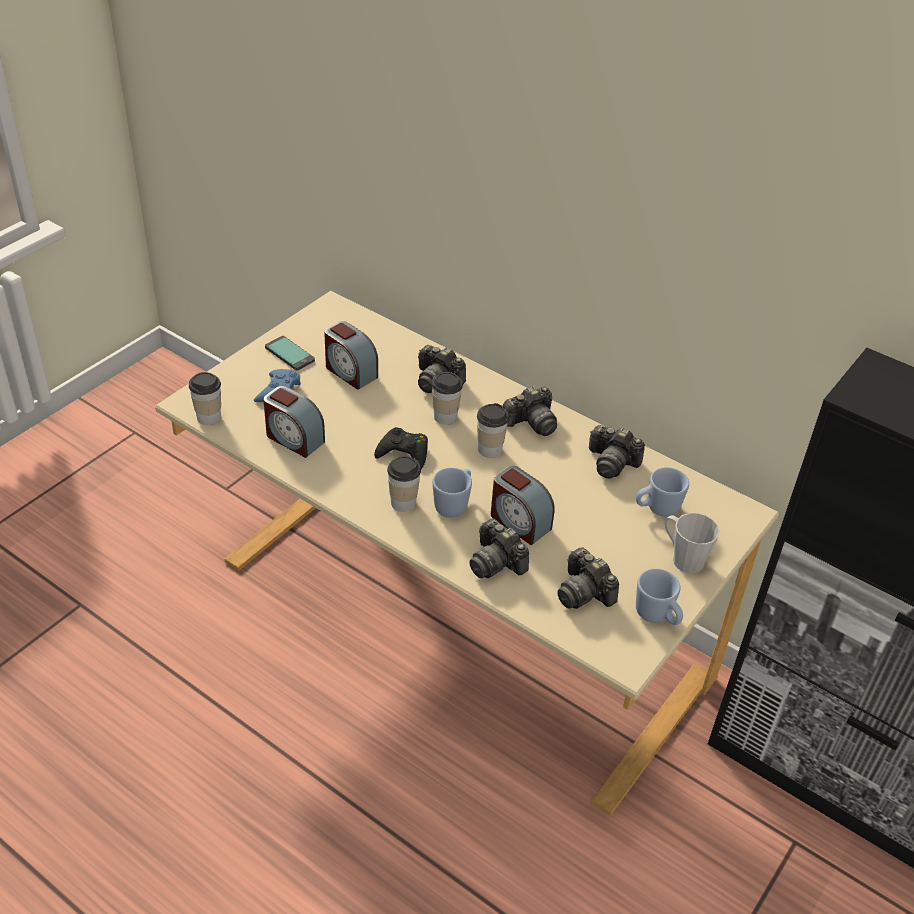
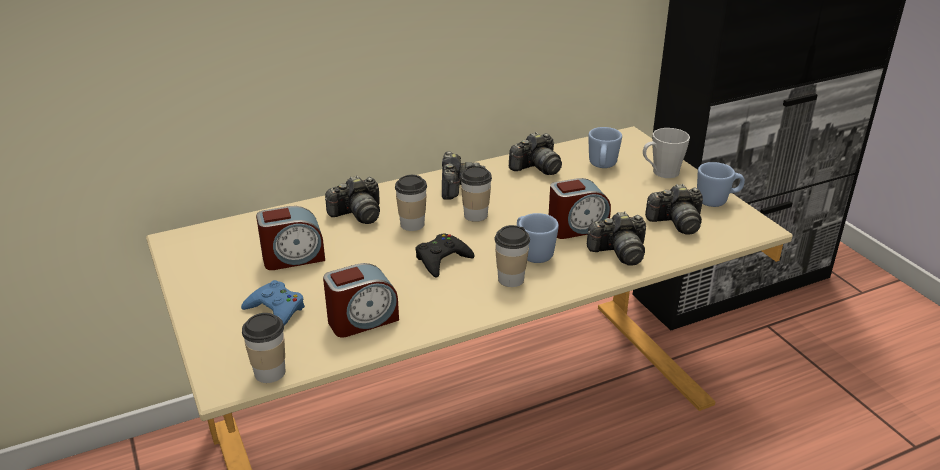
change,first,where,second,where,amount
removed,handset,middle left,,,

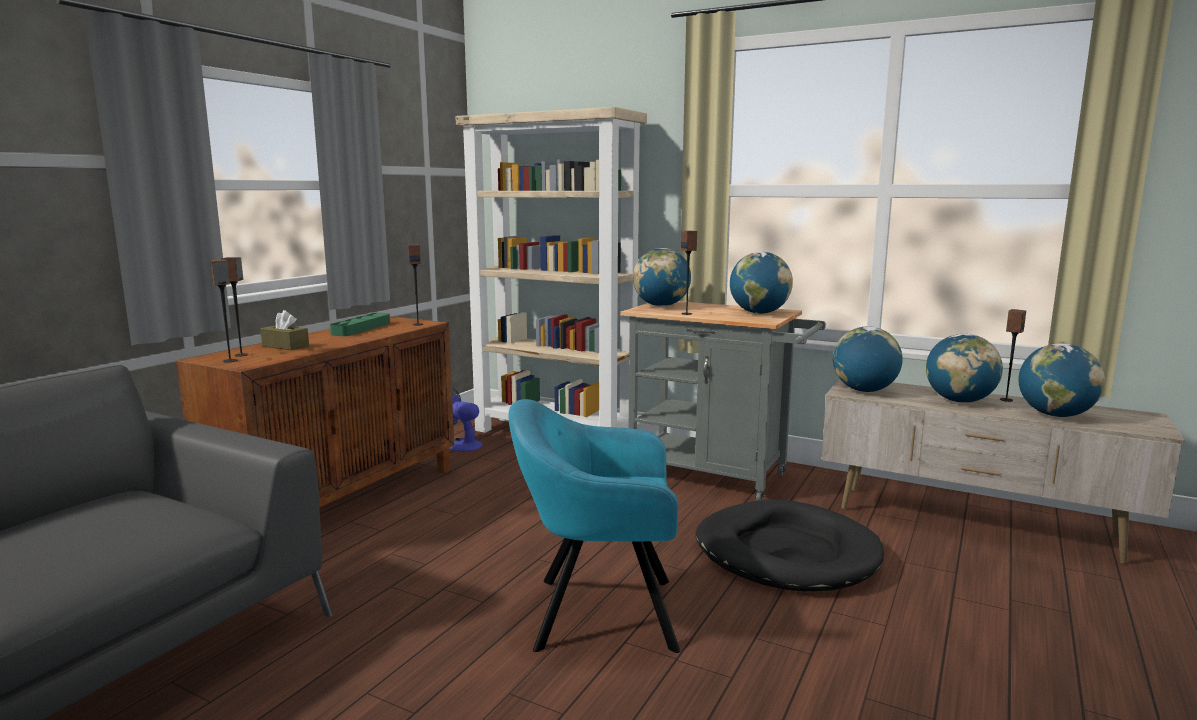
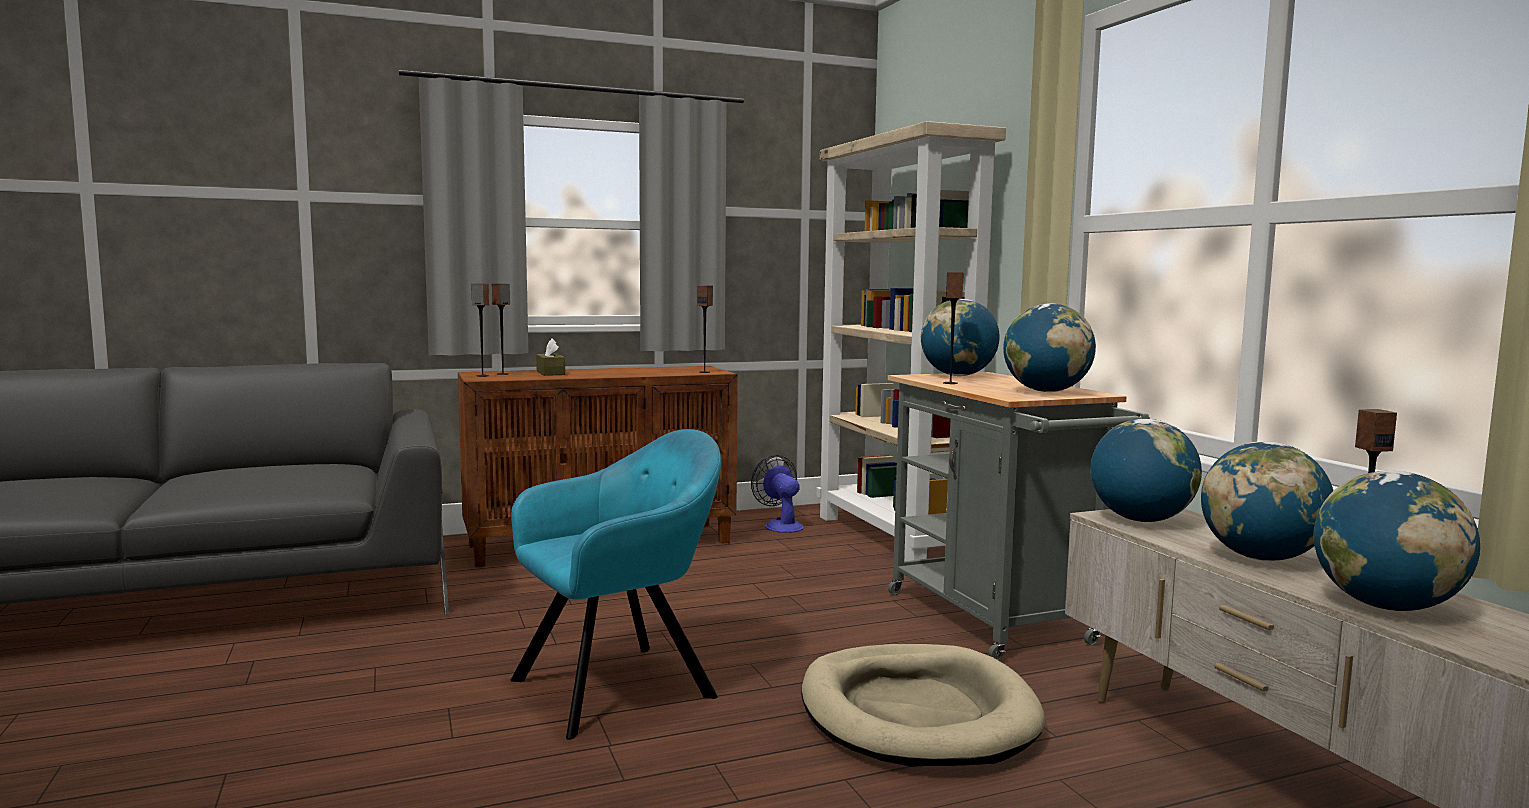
change,first,where,second,where,amount
turned,armchair (turquoise-coloured),bottom centre,,bottom centre,105 degrees clockwise
recoloured,dog bed (black),bottom centre,dog bed (beige-coloured),bottom centre,
removed,serving tray (green-coloured),middle left,,,

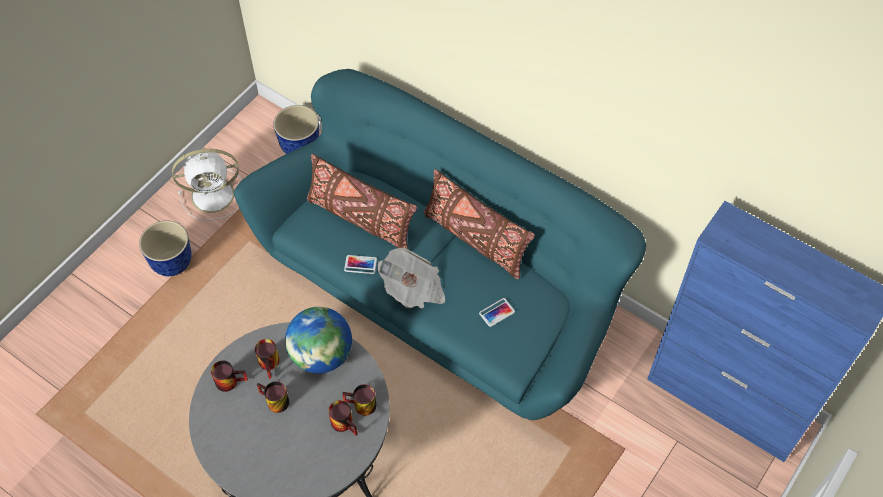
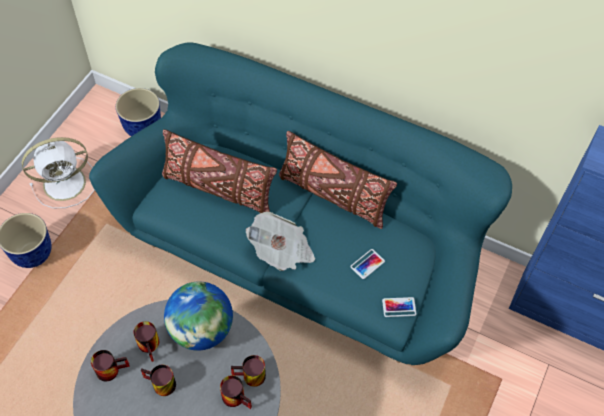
change,first,where,second,where,amount
moved,handset (1st from left in the first image),centre,handset (2nd from left),bottom centre,

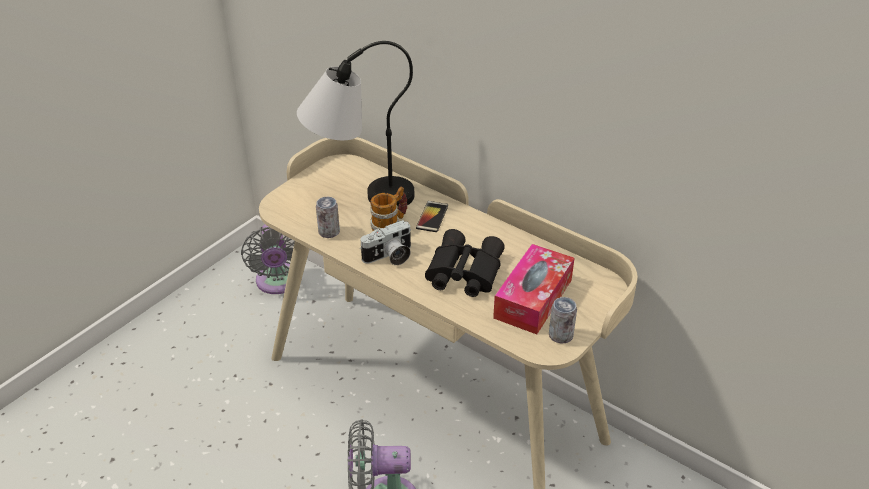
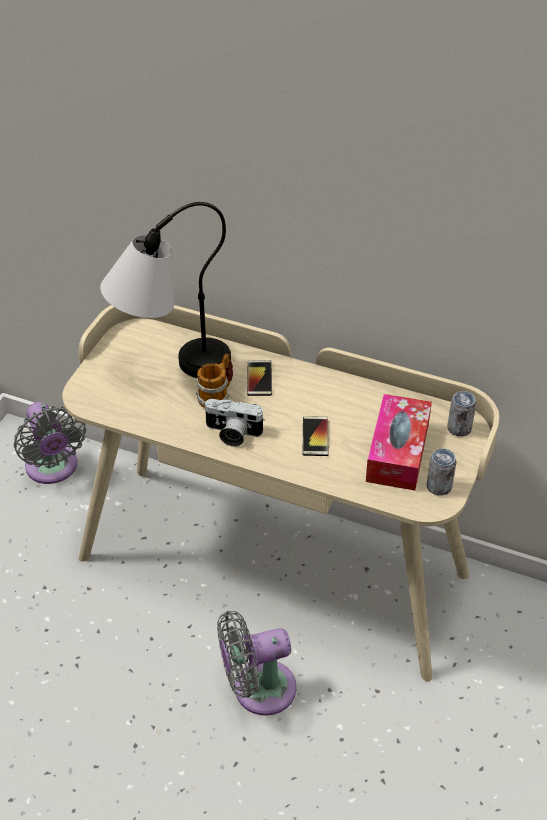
change,first,where,second,where,amount
turned,photo camera,centre,,centre,60 degrees clockwise
replaced,field glasses (black),centre,handset (2nd from left),centre,
moved,sealed can (1st from left in the first image),centre,sealed can (2nd from left),middle right,

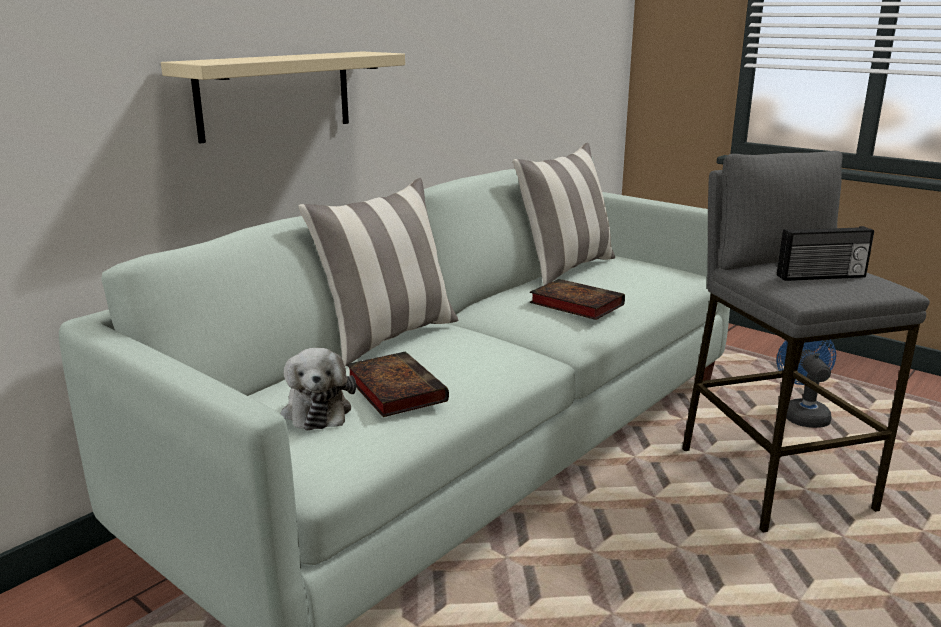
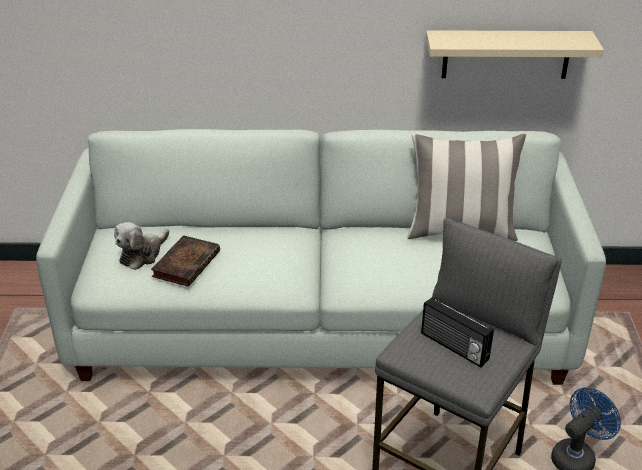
change,first,where,second,where,amount
moved,bracket shelf (beige-coloured),top left,,top right,
removed,cushion (1st from left),centre,,,
removed,bound book (2nd from left),centre,,,

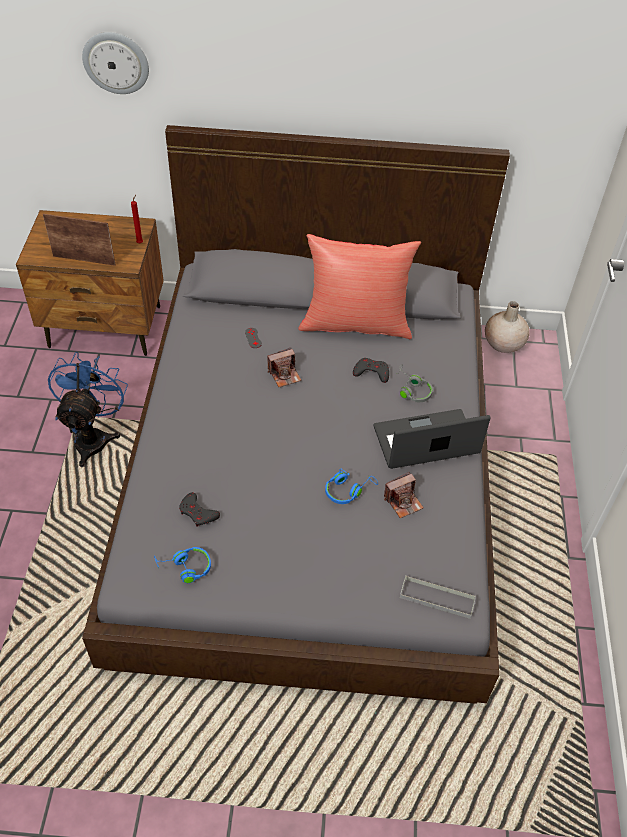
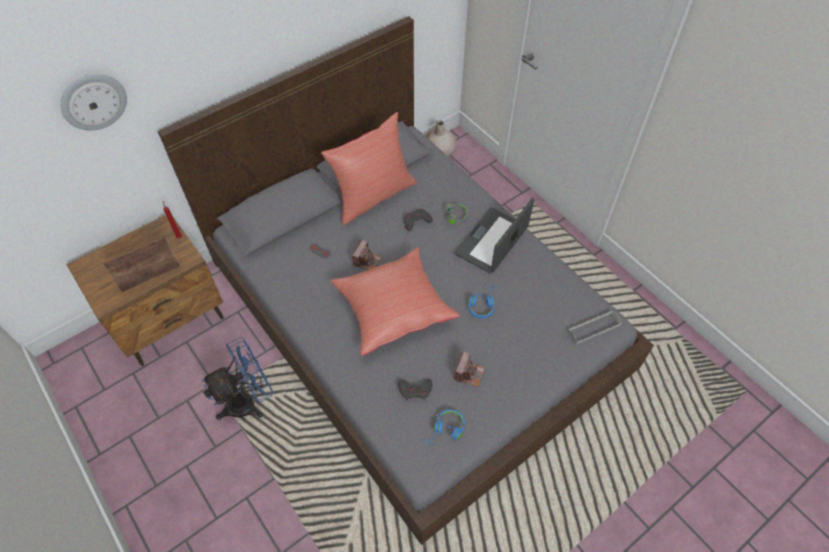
change,first,where,second,where,amount
turned,cooling fan (bluish),middle left,,bottom left,90 degrees clockwise
added,,,cushion (red-coloured) (2nd from left),centre,
moved,photo camera (2nd from left),centre,,bottom centre,

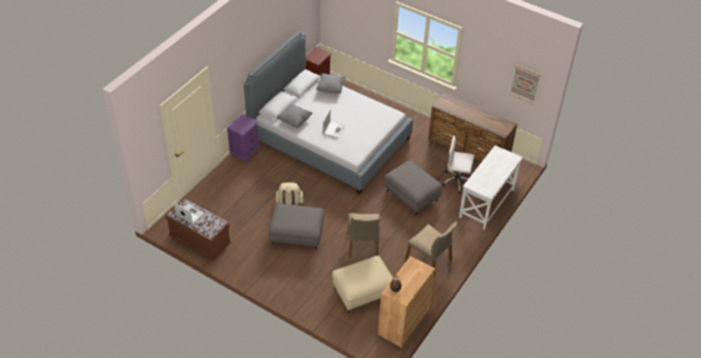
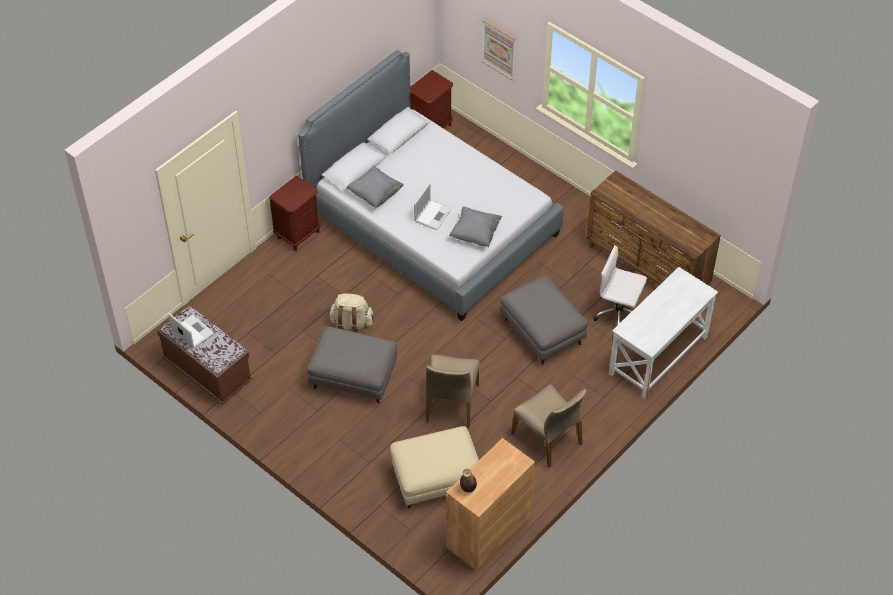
change,first,where,second,where,amount
recoloured,night table (purple-coloured),centre,night table (brown) (1st from left),middle left,
moved,cushion (greyish) (2nd from left),top centre,,centre,
moved,wall picture,top right,,top centre,

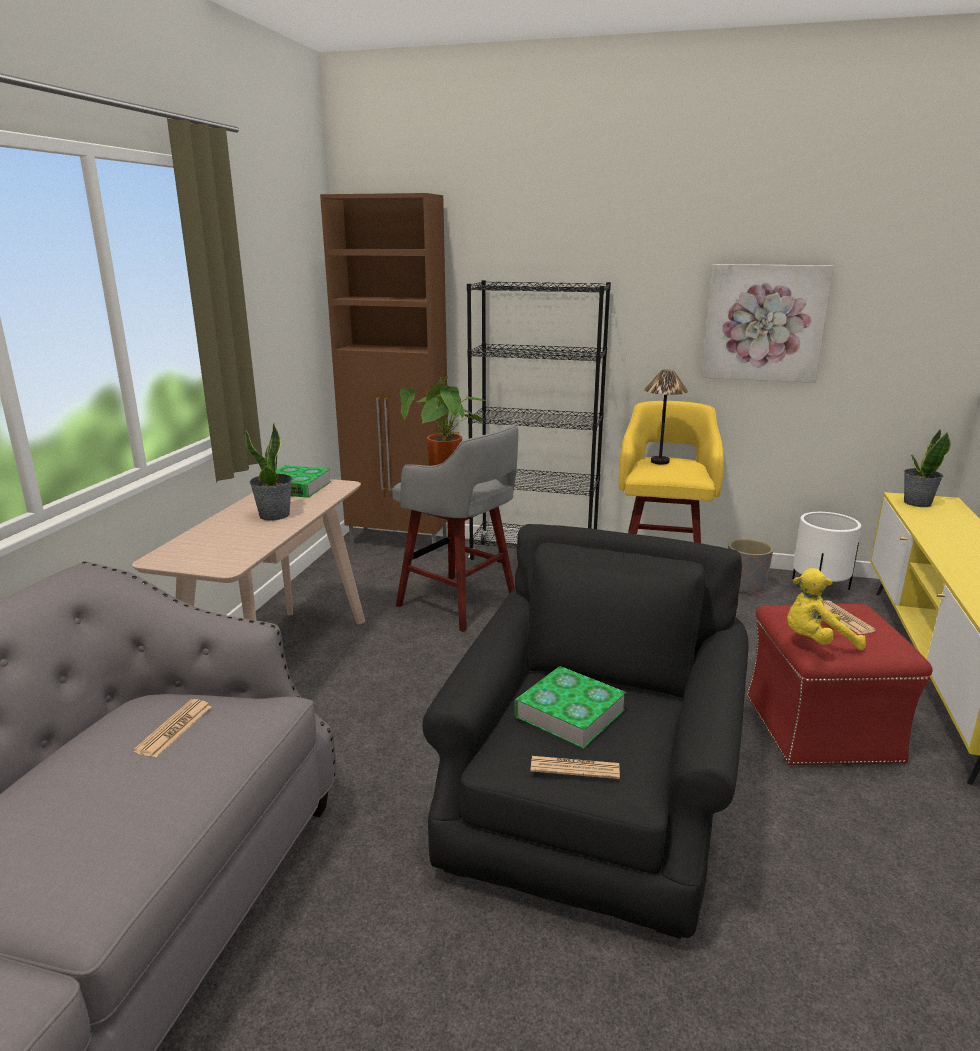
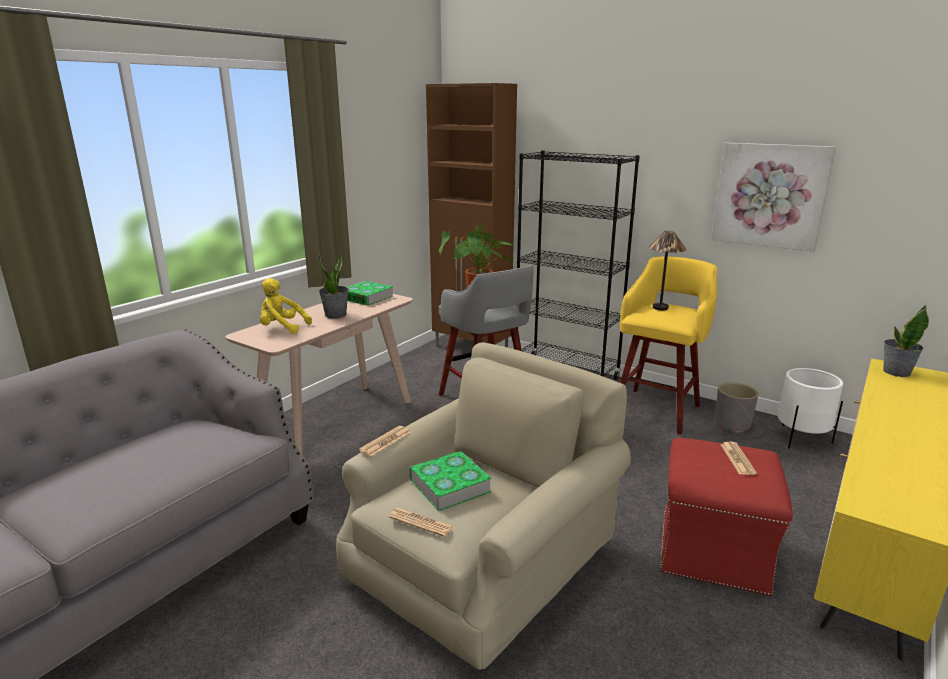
change,first,where,second,where,amount
moved,cuddly toy (yellowish),middle right,,middle left,
recoloured,armchair (black),bottom centre,armchair (beige-coloured),bottom centre,
moved,printed paper (1st from left),bottom left,,centre,

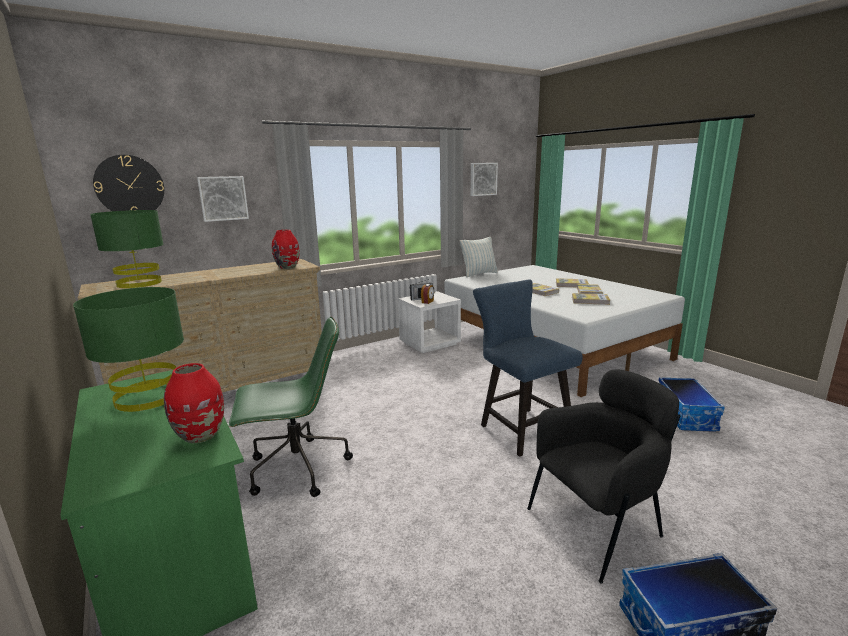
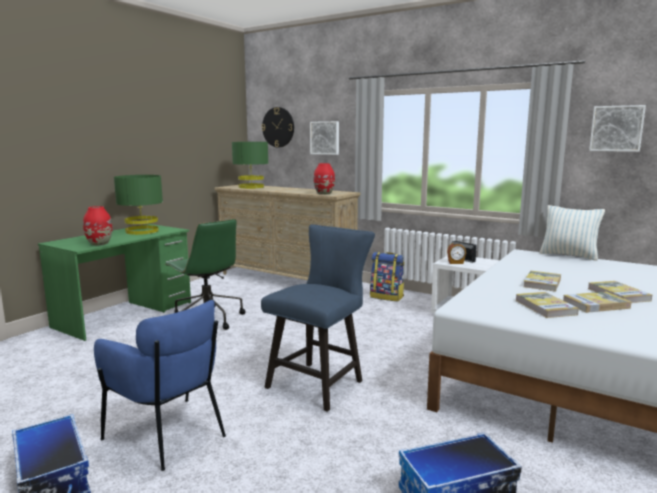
change,first,where,second,where,amount
recoloured,armchair (black),bottom right,armchair (bluish),bottom left,
added,,,rucksack,centre,

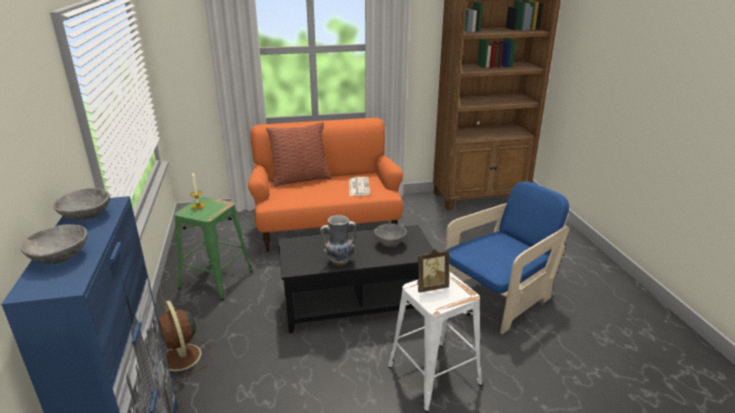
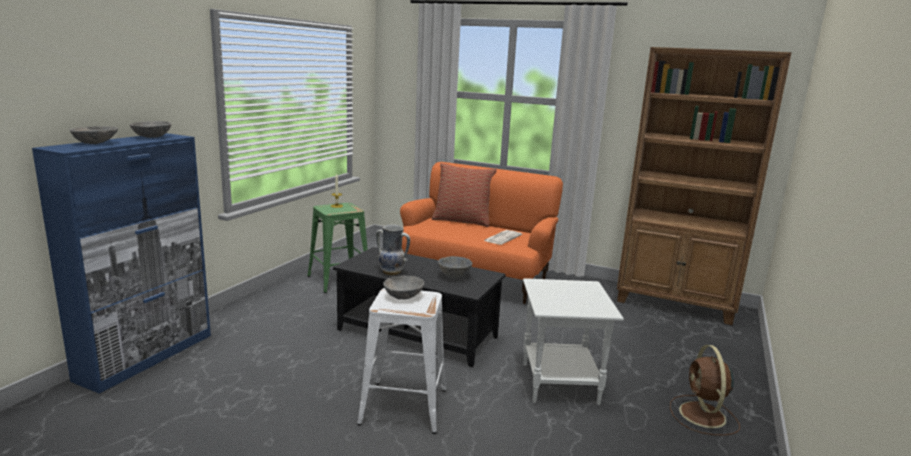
change,first,where,second,where,amount
replaced,photo frame,centre,serving bowl (greyish) (3rd from left),centre,
replaced,armchair (bluish),middle right,side table (white),bottom centre,
moved,cooling fan (brown),bottom left,,bottom right,

